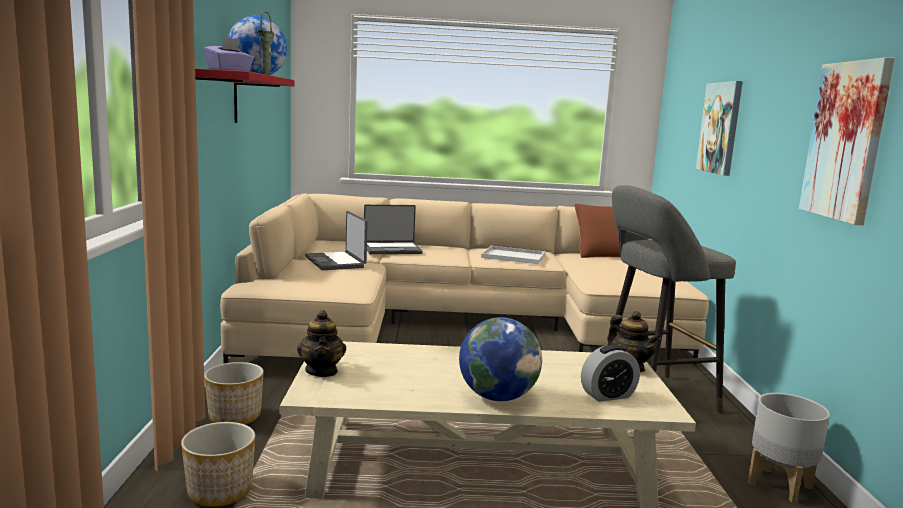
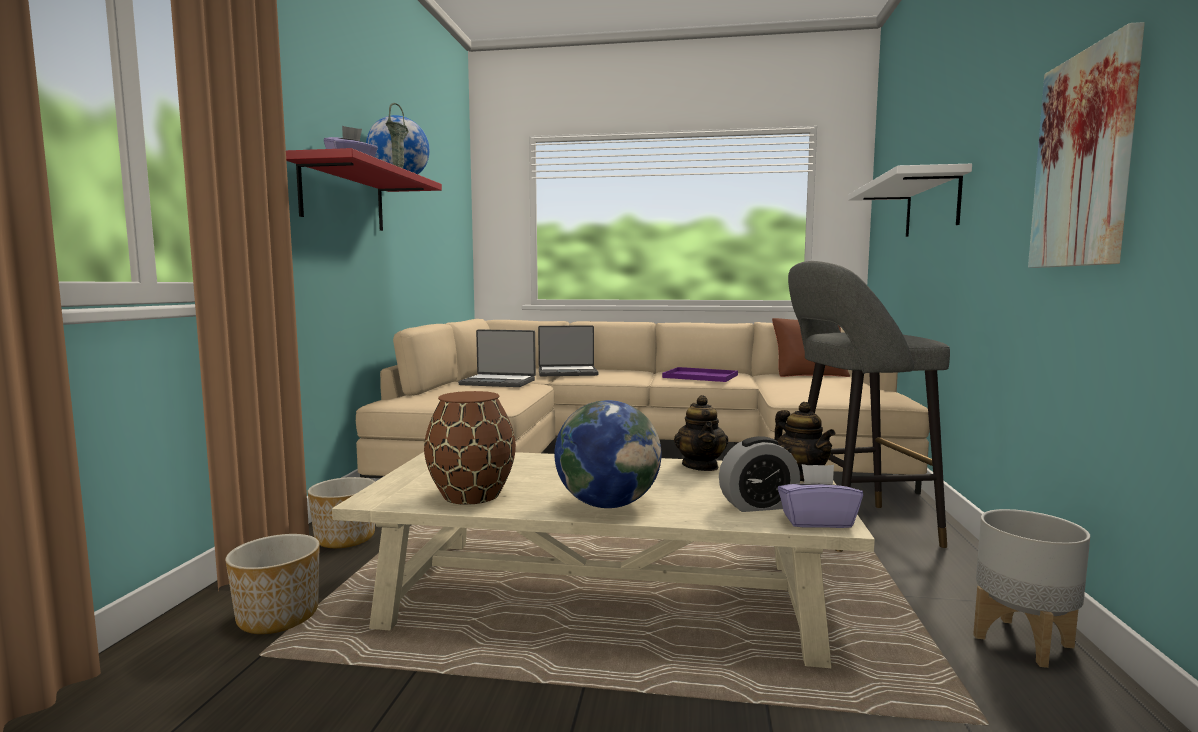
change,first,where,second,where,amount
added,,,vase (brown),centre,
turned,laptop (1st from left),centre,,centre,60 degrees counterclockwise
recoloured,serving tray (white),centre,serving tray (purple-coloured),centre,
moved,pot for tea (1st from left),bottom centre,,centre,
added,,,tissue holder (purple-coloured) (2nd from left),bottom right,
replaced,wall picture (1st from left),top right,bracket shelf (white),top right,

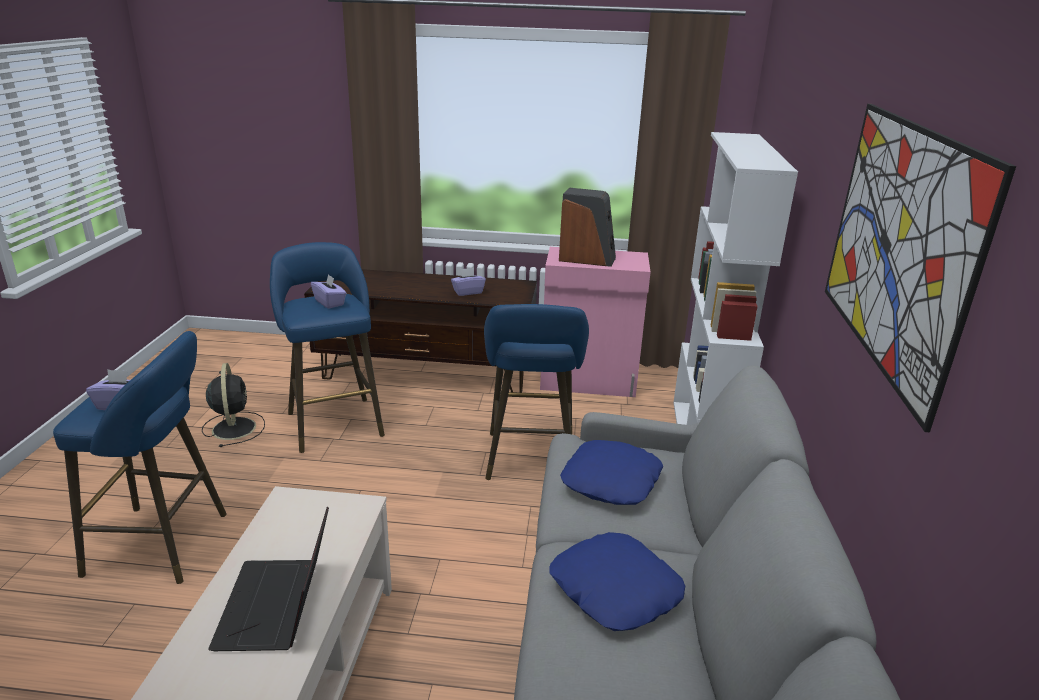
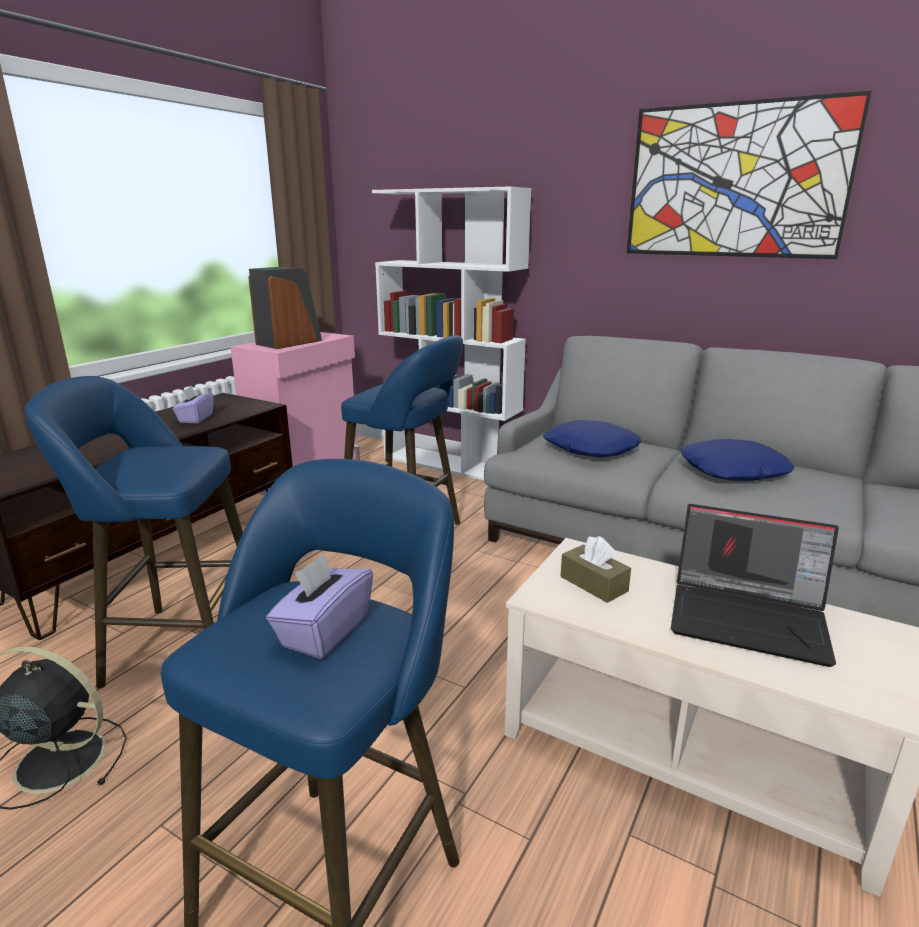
change,first,where,second,where,amount
added,,,tissue holder (brown),centre,
removed,tissue holder (purple-coloured) (2nd from left),middle left,,,

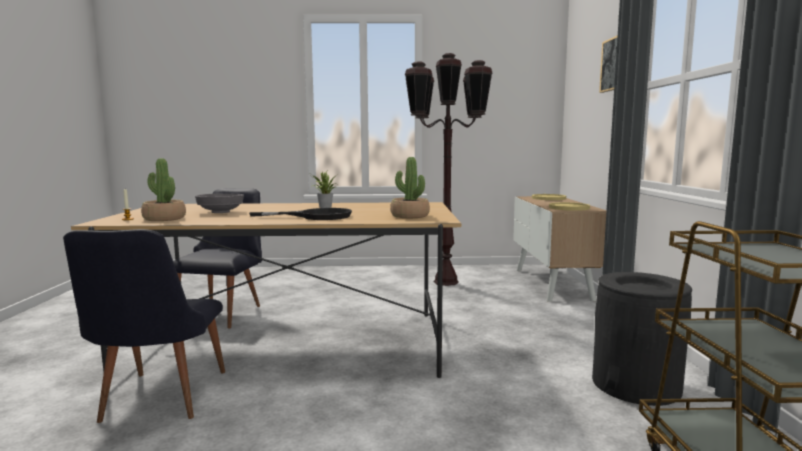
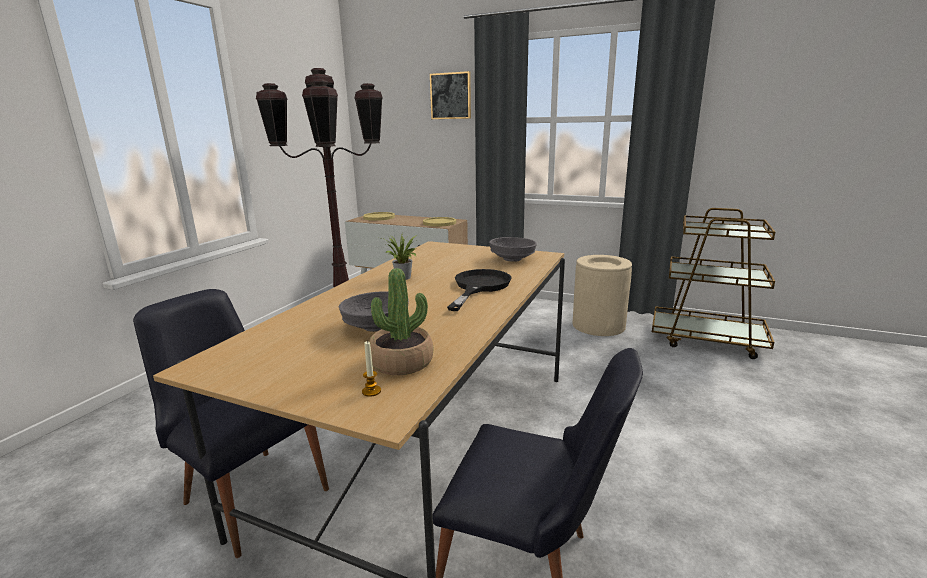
change,first,where,second,where,amount
replaced,plant in a pot (3rd from left),centre,serving bowl (greyish) (2nd from left),centre,
recoloured,rubbish bin (black),bottom right,rubbish bin (beige-coloured),centre,

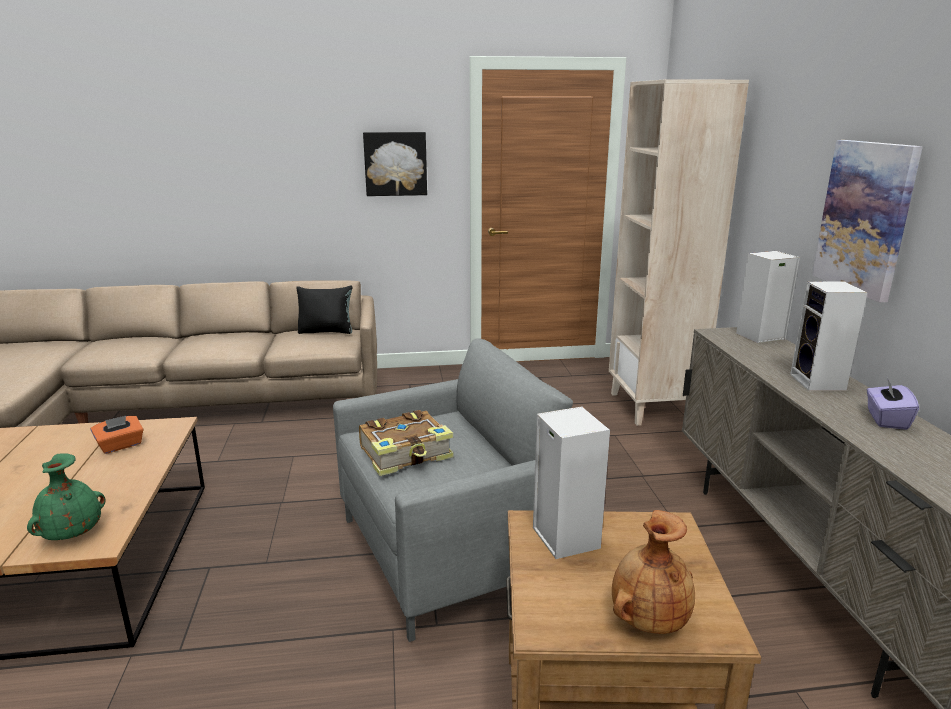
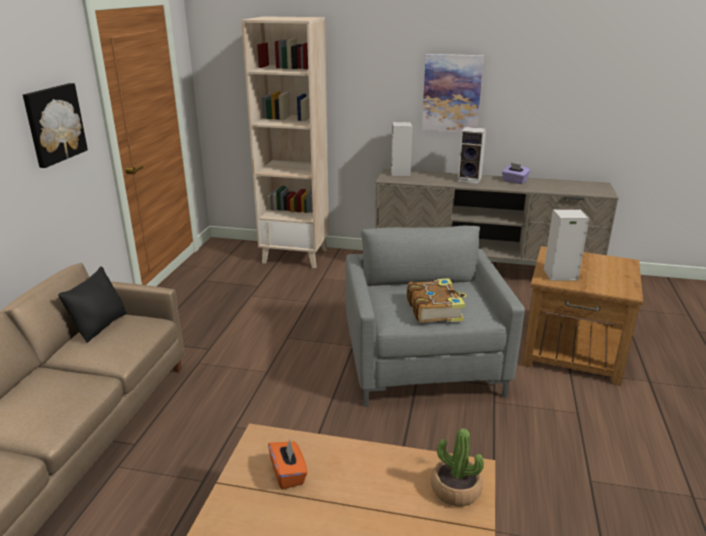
change,first,where,second,where,amount
replaced,vase (green-coloured),bottom left,plant in a pot,bottom centre,
removed,vase (brown),bottom right,,,

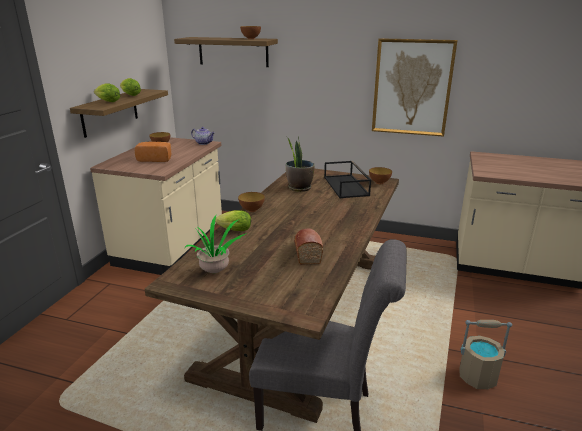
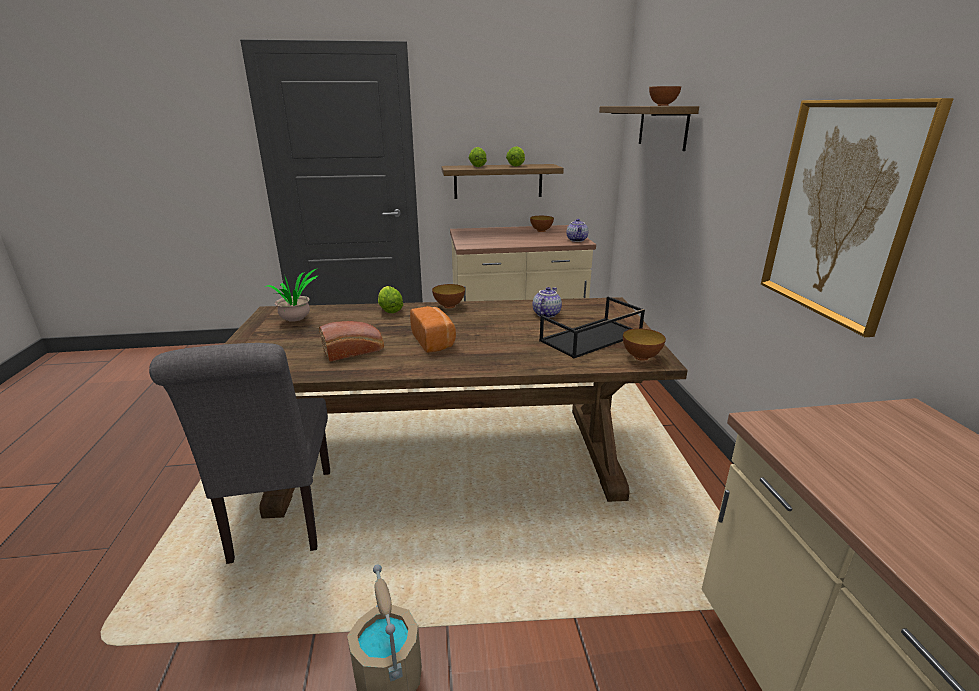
change,first,where,second,where,amount
moved,bread (1st from left in the first image),middle left,bread (2nd from left),centre,
replaced,plant in a pot (2nd from left),centre,pot for tea (1st from left),centre,

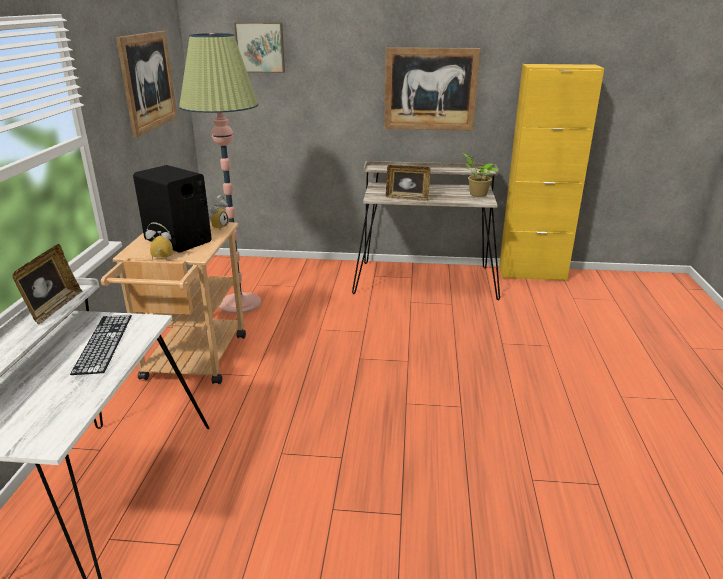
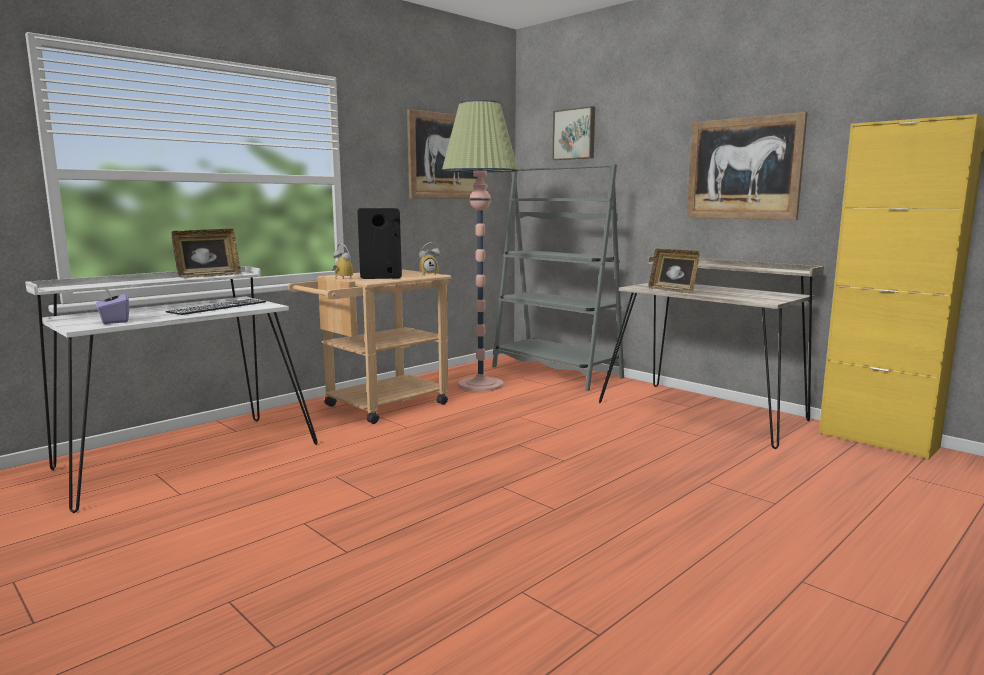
change,first,where,second,where,amount
added,,,tissue holder (purple-coloured),middle left,
added,,,shelving unit (greyish),centre,
removed,plant in a pot,top centre,,,

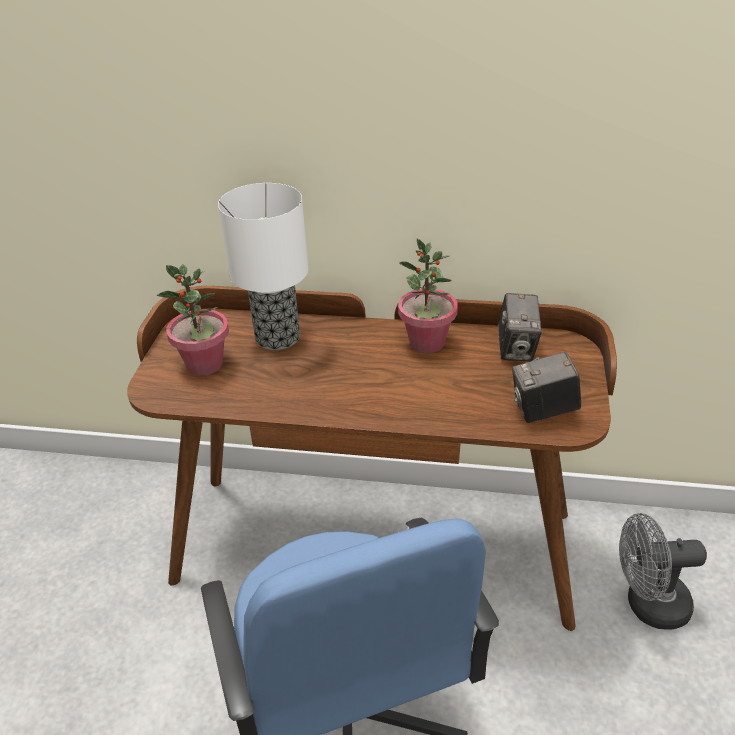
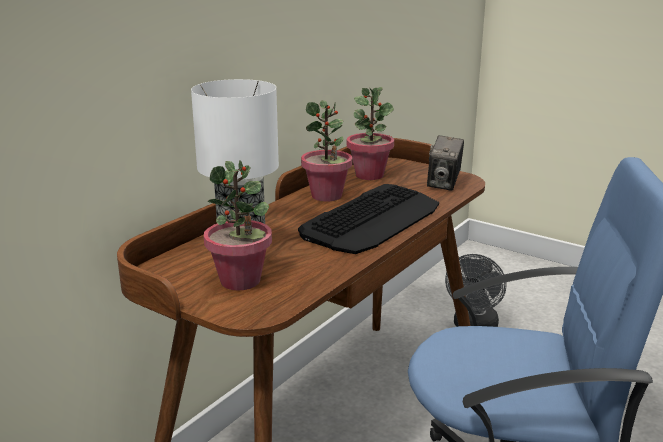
change,first,where,second,where,amount
added,,,PC keyboard,centre,
replaced,photo camera (1st from left),middle right,plant in a pot (3rd from left),top centre,

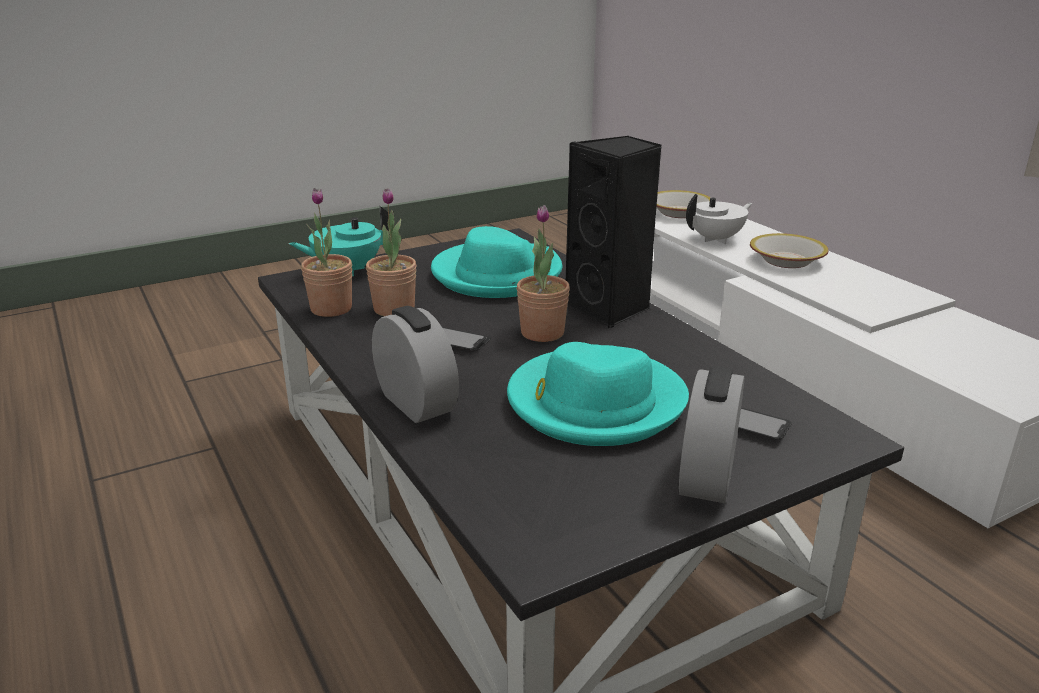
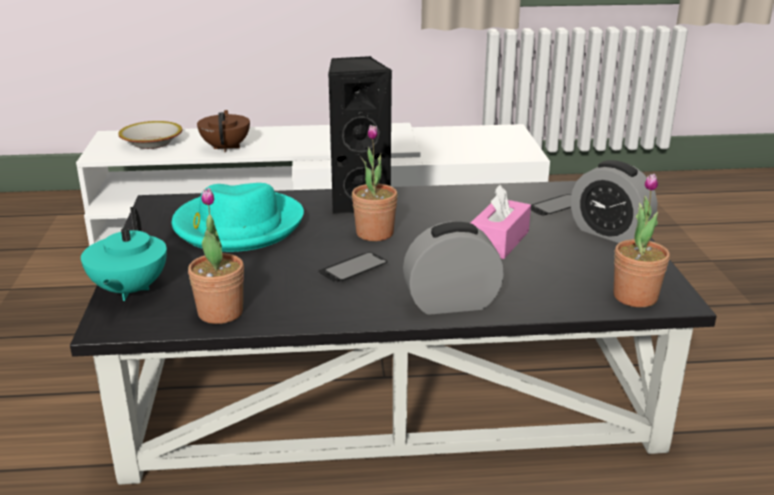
change,first,where,second,where,amount
recoloured,pot for tea (white),top right,pot for tea (brown),top left,
replaced,clothing hat (turquoise-coloured) (2nd from left),centre,tissue holder (pinkish),centre,
moved,plant in a pot (2nd from left in the first image),centre,plant in a pot (3rd from left),middle right,
removed,serving bowl (2nd from left),middle right,,,

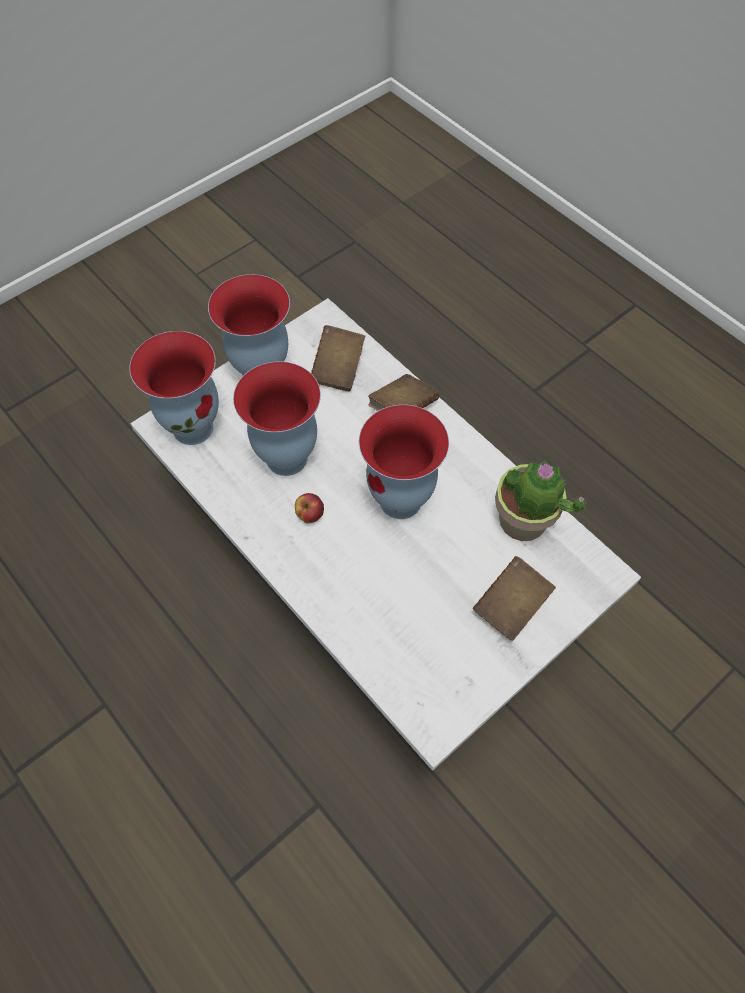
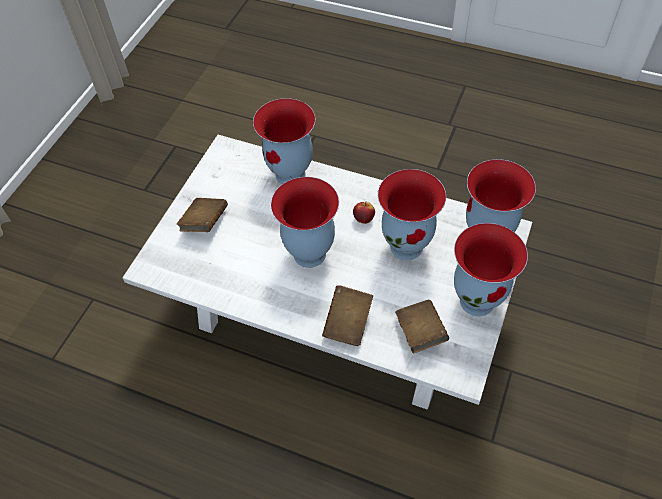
change,first,where,second,where,amount
added,,,vase (1st from left),top centre,
removed,plant in a pot,middle right,,,

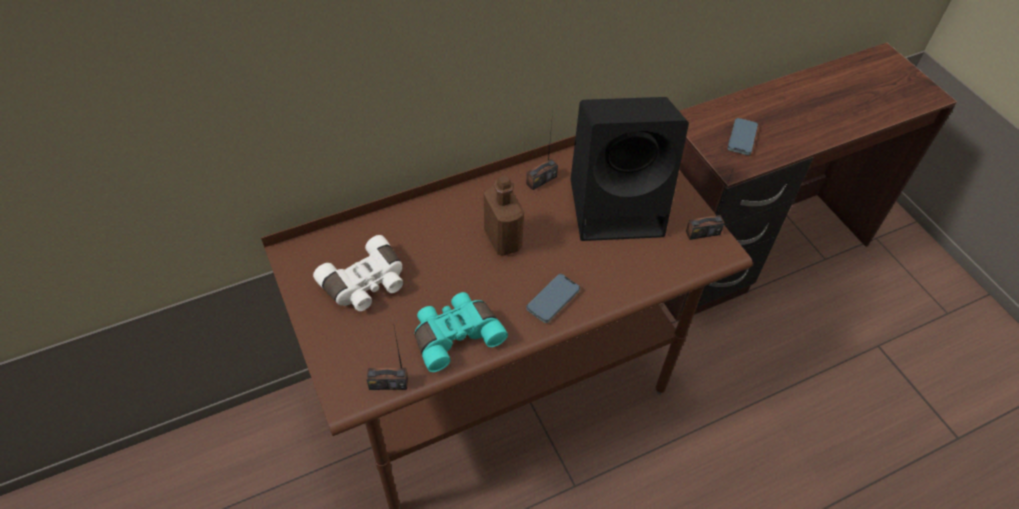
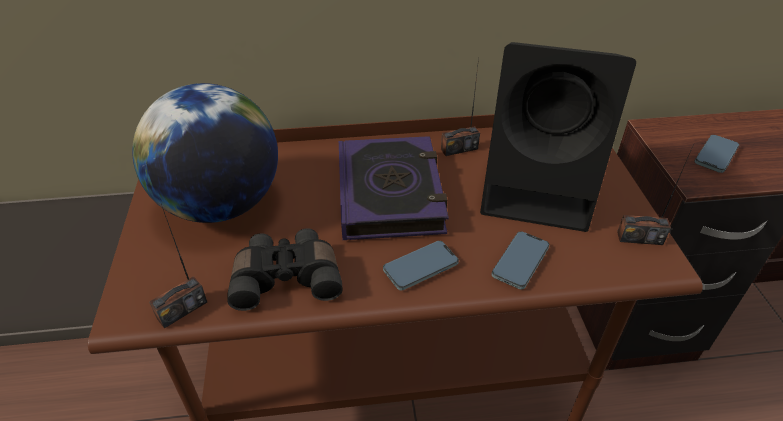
change,first,where,second,where,amount
replaced,field glasses (white),centre,globe,middle left,
turned,radio (1st from left),bottom centre,,middle left,60 degrees counterclockwise
recoloured,field glasses (turquoise-coloured),centre,field glasses (black),centre,
replaced,bottle (brown),centre,bound book,centre,
added,,,handset (2nd from left),centre,

